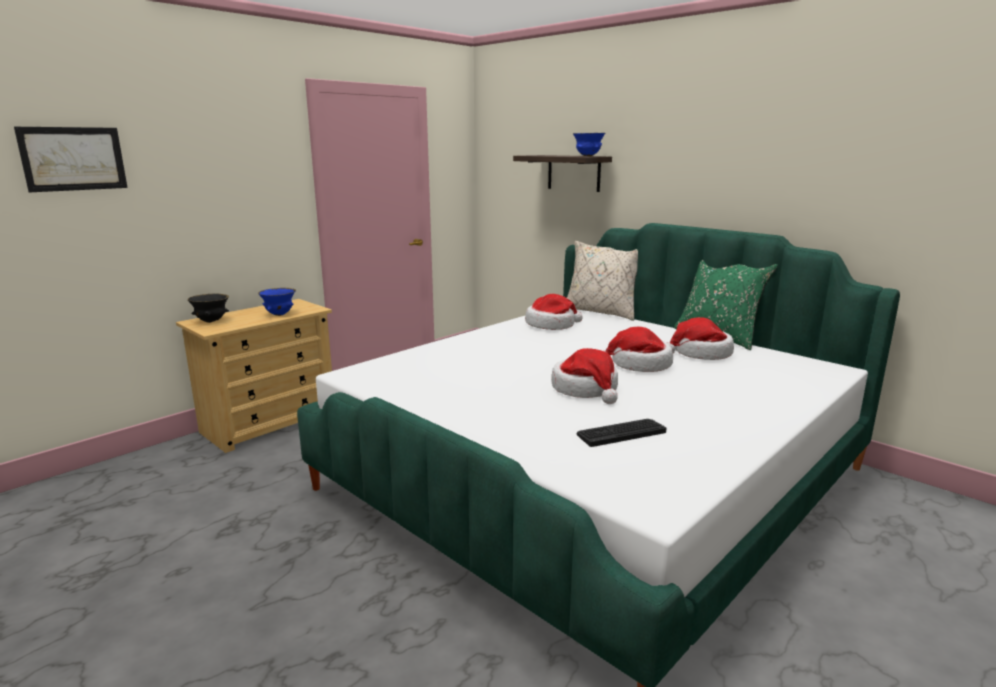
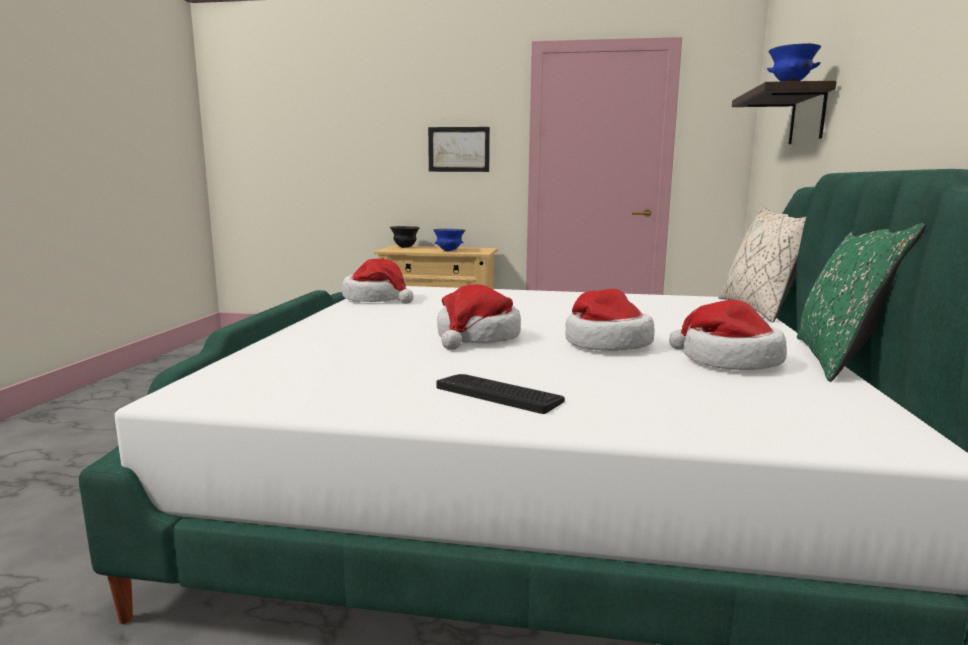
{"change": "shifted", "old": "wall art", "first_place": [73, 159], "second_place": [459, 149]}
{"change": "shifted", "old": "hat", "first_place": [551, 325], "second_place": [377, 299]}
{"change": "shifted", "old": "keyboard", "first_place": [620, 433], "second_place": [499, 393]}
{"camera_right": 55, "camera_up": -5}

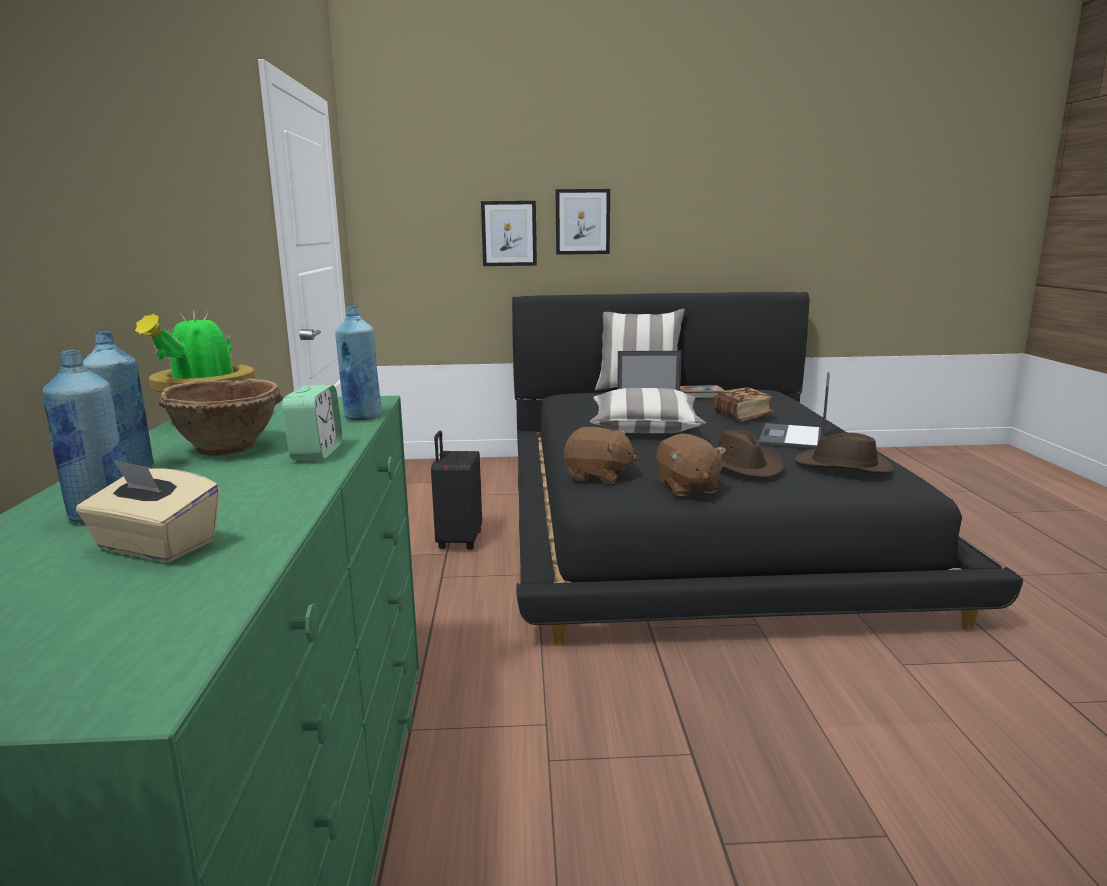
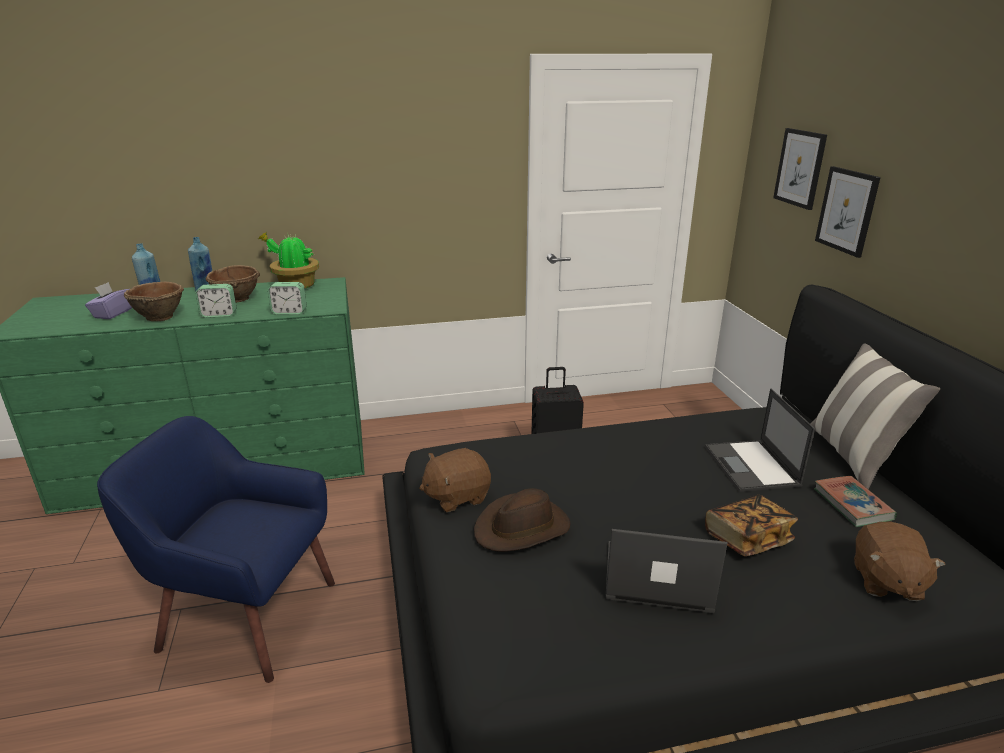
{"change": "shifted", "old": "wall art", "first_place": [582, 222], "second_place": [800, 168]}
{"change": "swapped", "old": "blue bottle", "new": "bedside clock", "first_place": [362, 417], "second_place": [289, 312]}
{"change": "gone", "old": "throw pillow", "first_place": [645, 429]}
{"change": "shifted", "old": "brown cuddly toy", "first_place": [598, 476], "second_place": [885, 581]}
{"change": "gone", "old": "brown hat", "first_place": [843, 467]}
{"change": "repainted", "old": "beige-coloured tissue holder", "new": "purplish tissue holder", "first_place": [155, 546], "second_place": [112, 313]}
{"change": "new", "new": "brown bowl", "second_place": [159, 317]}
{"change": "new", "new": "blue lounge chair", "second_place": [246, 616]}
{"camera_right": 80, "camera_up": 10}

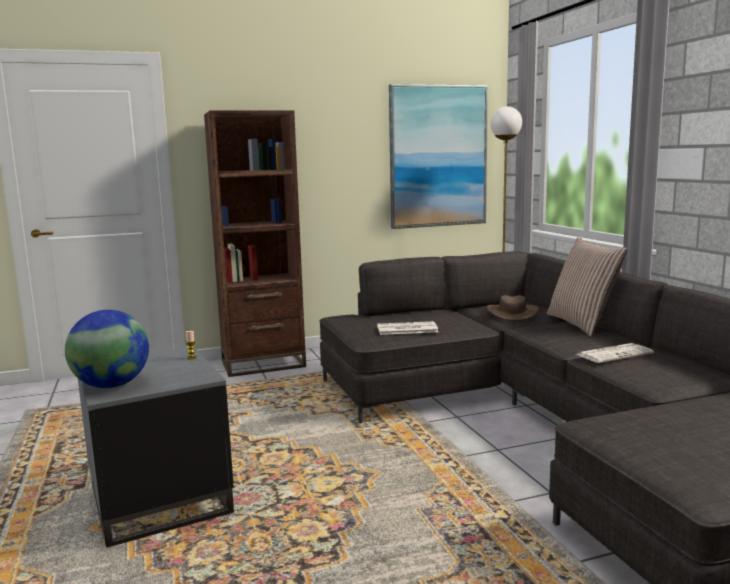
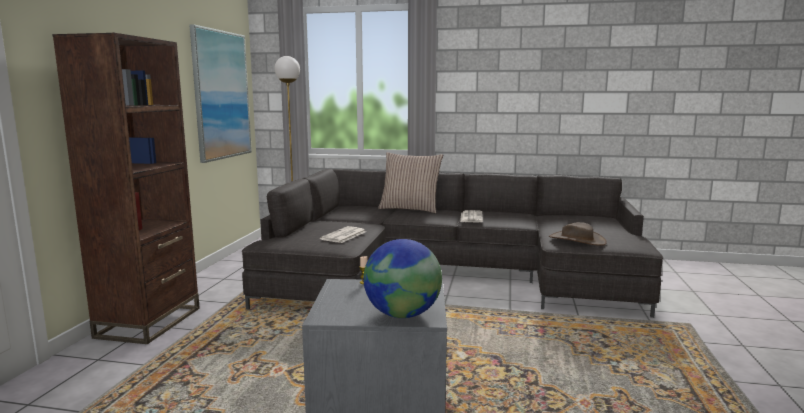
{"change": "shifted", "old": "brown hat", "first_place": [512, 313], "second_place": [577, 240]}
{"camera_right": -60, "camera_up": 0}

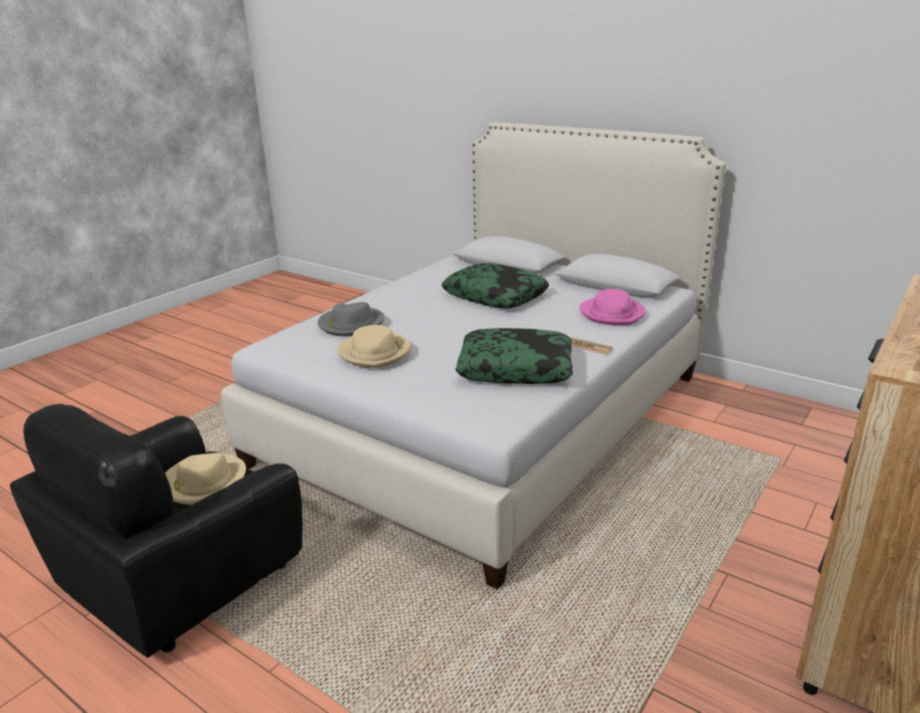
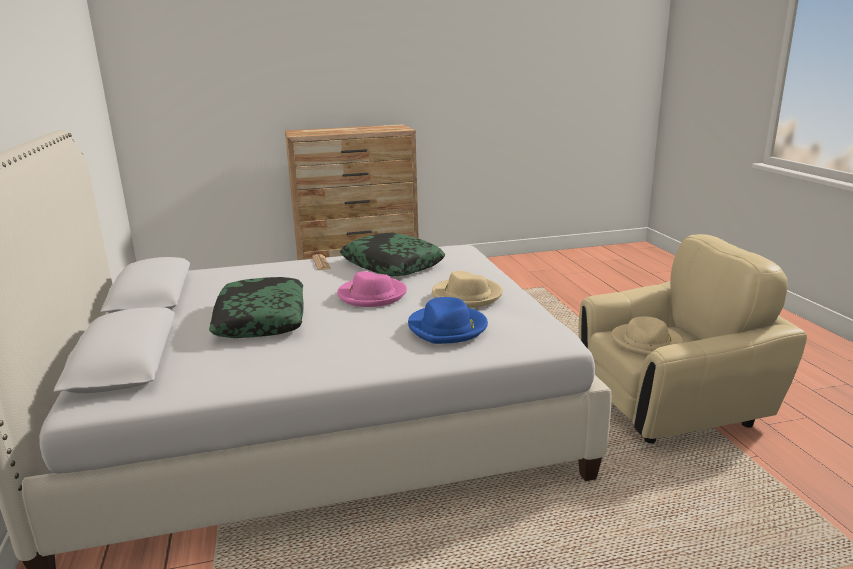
{"change": "shifted", "old": "pinkish hat", "first_place": [612, 314], "second_place": [372, 295]}
{"change": "repainted", "old": "gray hat", "new": "blue hat", "first_place": [351, 324], "second_place": [448, 328]}
{"change": "repainted", "old": "black lounge chair", "new": "beige-coloured lounge chair", "first_place": [182, 579], "second_place": [671, 404]}
{"camera_right": -140, "camera_up": -5}

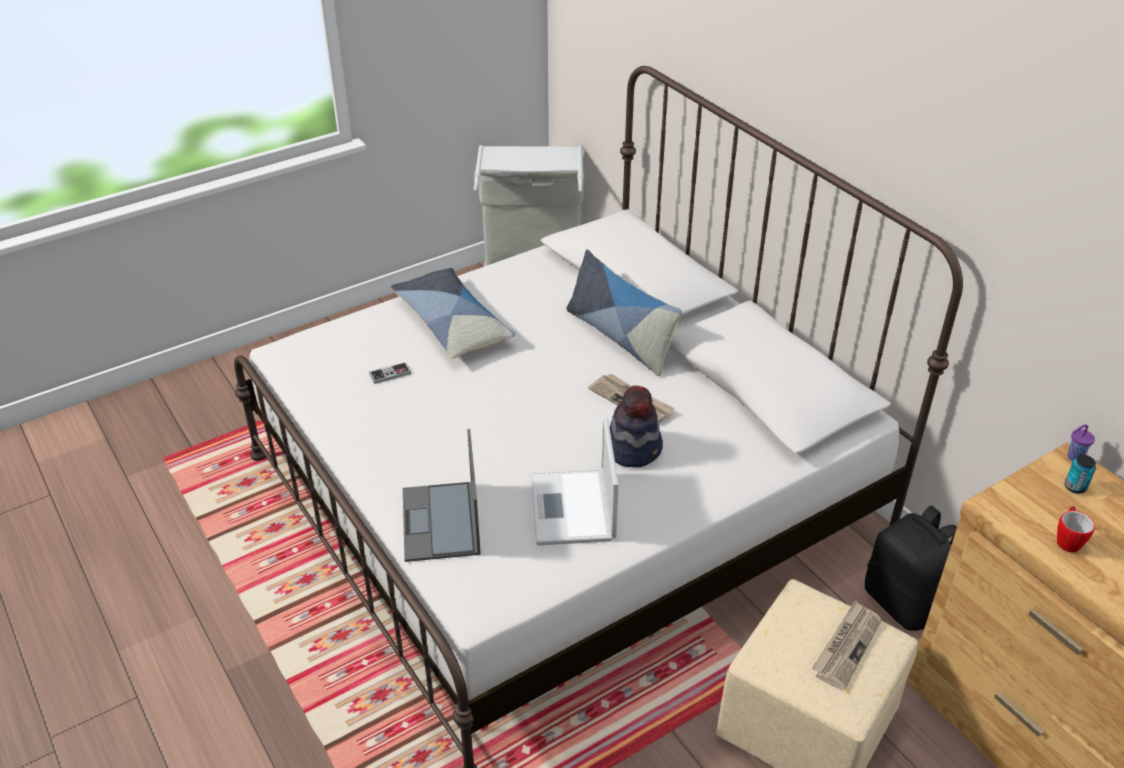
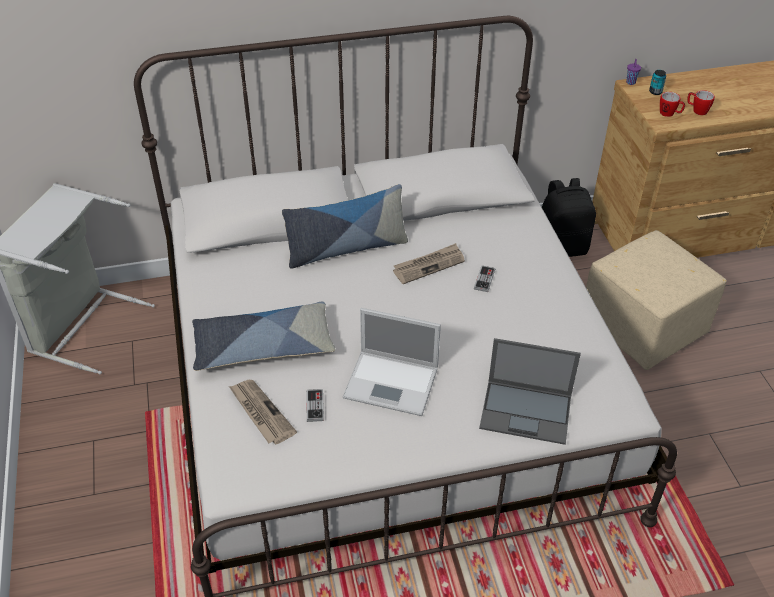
{"change": "swapped", "old": "hat", "new": "game controller", "first_place": [634, 448], "second_place": [484, 279]}
{"change": "shifted", "old": "portable computer", "first_place": [573, 509], "second_place": [393, 383]}
{"change": "shifted", "old": "daily paper", "first_place": [846, 646], "second_place": [261, 413]}
{"change": "new", "new": "mug", "second_place": [669, 114]}
{"camera_right": -70, "camera_up": 5}

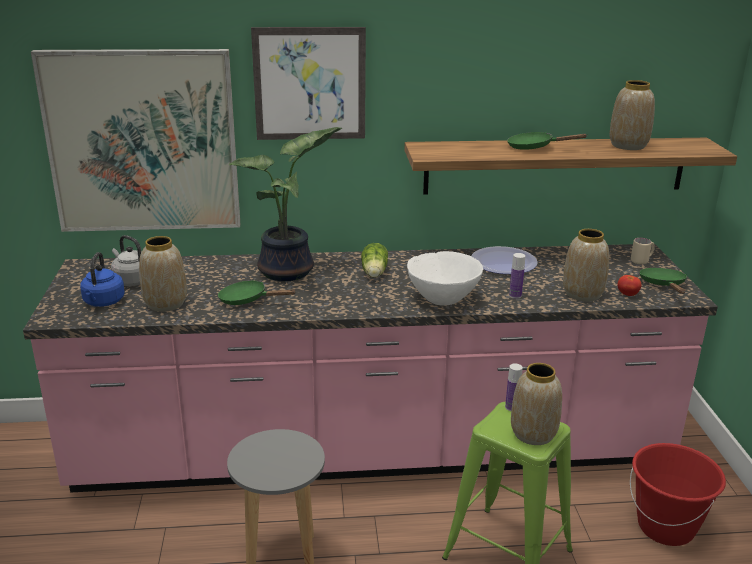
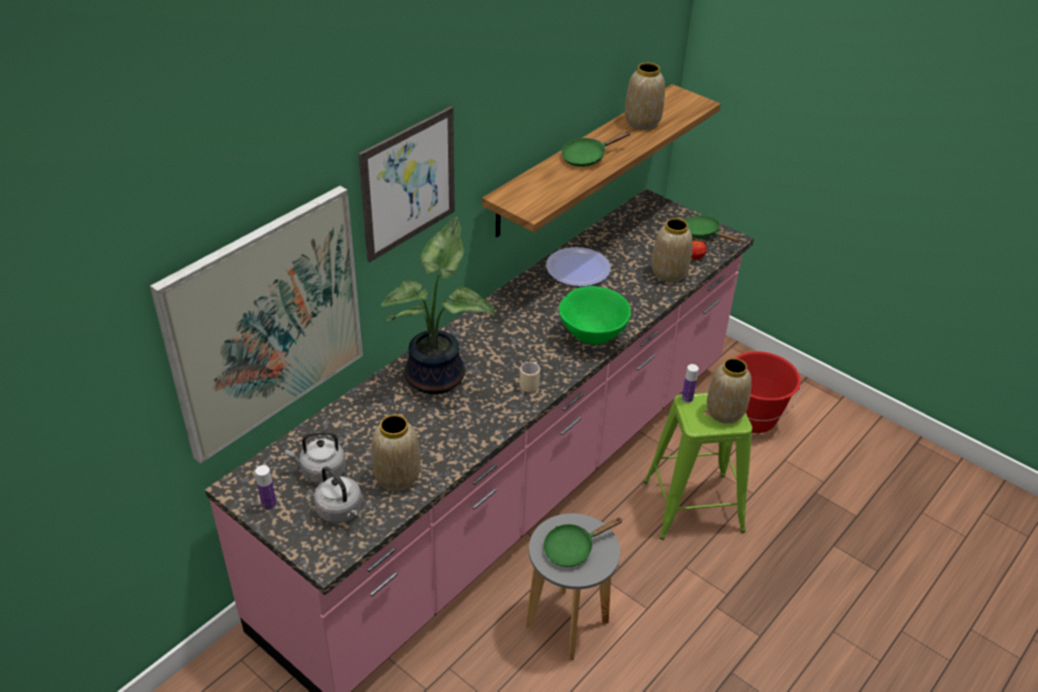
{"change": "shifted", "old": "beige-coloured mug", "first_place": [642, 261], "second_place": [530, 384]}
{"change": "gone", "old": "lettuce", "first_place": [374, 273]}
{"change": "repainted", "old": "whitish bowl", "new": "greenish bowl", "first_place": [443, 299], "second_place": [592, 335]}
{"change": "repainted", "old": "blue water kettle", "new": "gray water kettle", "first_place": [103, 302], "second_place": [341, 511]}
{"change": "shifted", "old": "bottle", "first_place": [515, 295], "second_place": [269, 505]}
{"change": "shifted", "old": "greenish skillet", "first_place": [248, 300], "second_place": [573, 548]}
{"camera_right": -45, "camera_up": 15}

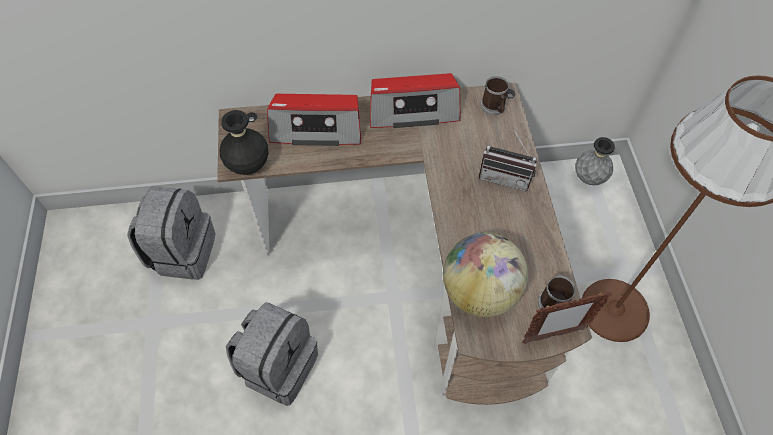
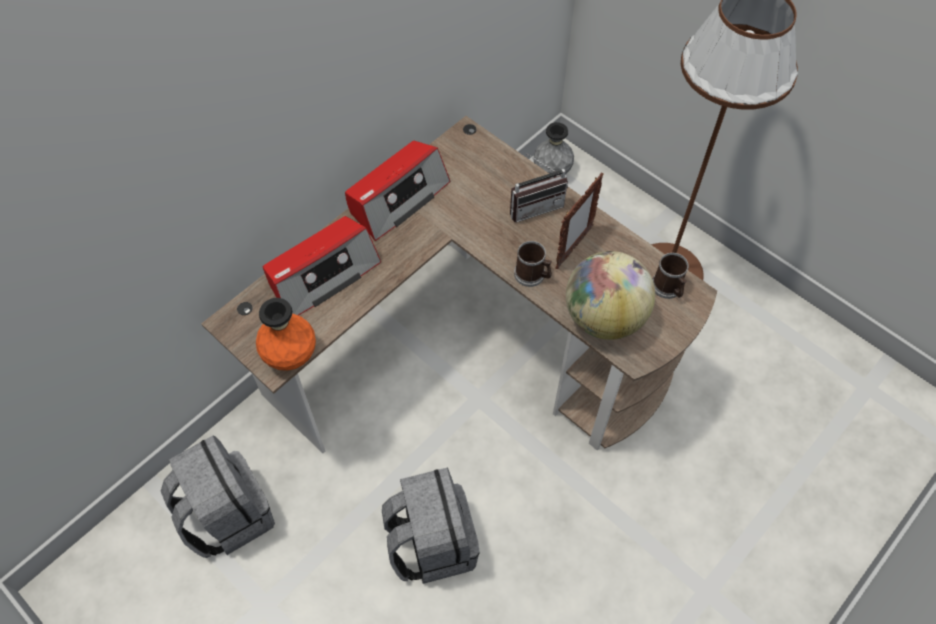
{"change": "shifted", "old": "mug", "first_place": [494, 107], "second_place": [532, 275]}
{"change": "repainted", "old": "black vase", "new": "orange-coloured vase", "first_place": [248, 166], "second_place": [291, 356]}
{"change": "shifted", "old": "photo frame", "first_place": [553, 335], "second_place": [573, 248]}
{"camera_right": -40, "camera_up": 0}

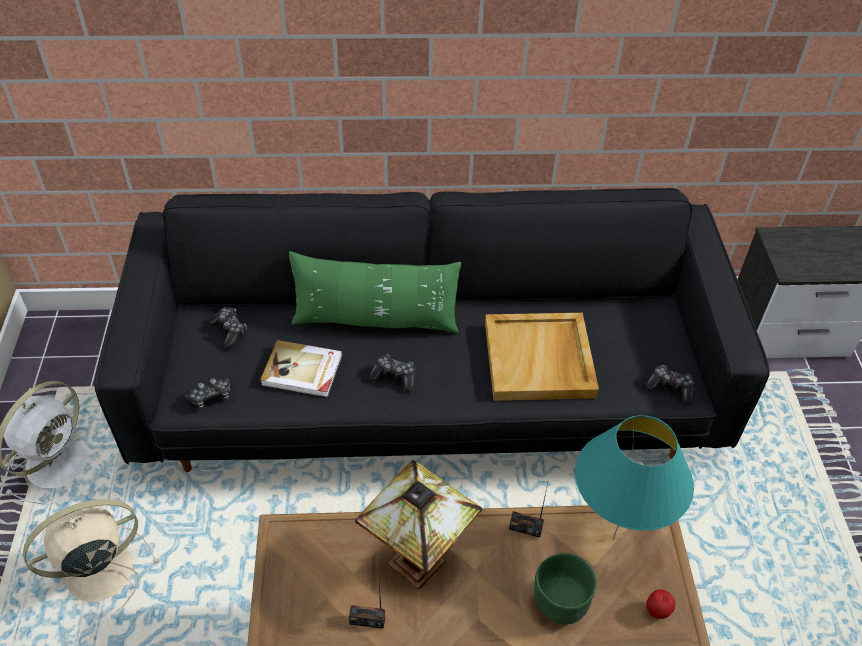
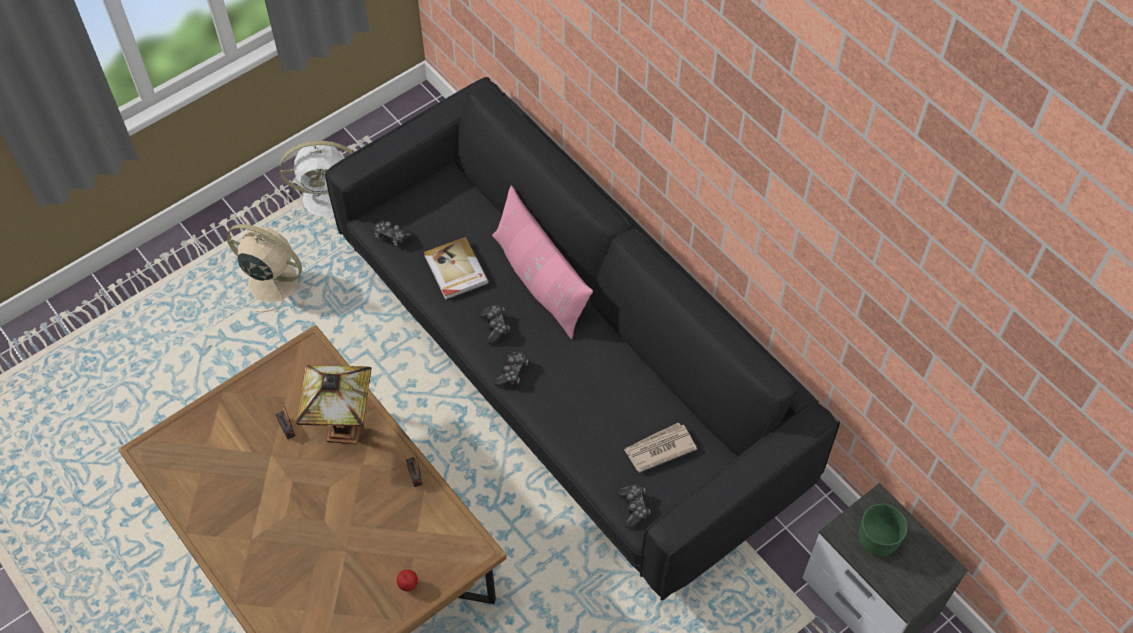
{"change": "repainted", "old": "greenish throw pillow", "new": "pinkish throw pillow", "first_place": [375, 320], "second_place": [540, 281]}
{"change": "shifted", "old": "game controller", "first_place": [230, 331], "second_place": [512, 372]}
{"change": "gone", "old": "beige-coloured carrying tray", "first_place": [540, 360]}
{"change": "gone", "old": "turquoise-coloured table lamp", "first_place": [613, 539]}
{"change": "shifted", "old": "greenish bowl", "first_place": [559, 604], "second_place": [876, 540]}
{"change": "new", "new": "daily paper", "second_place": [659, 448]}
{"camera_right": 55, "camera_up": 10}

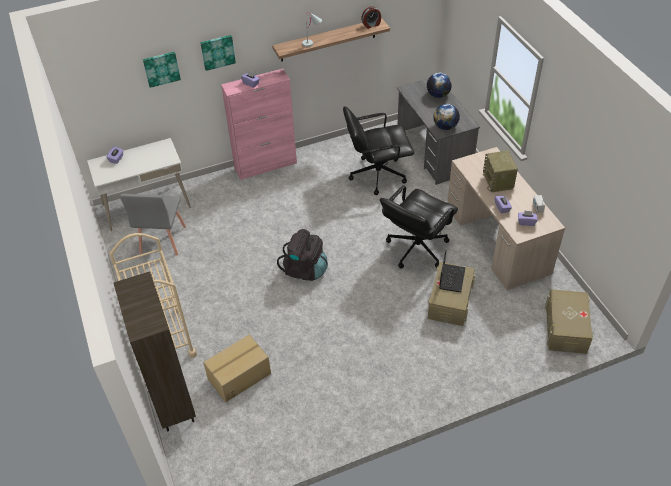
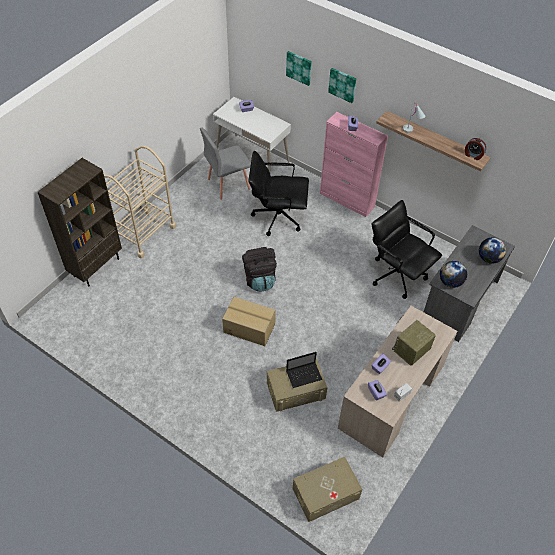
{"change": "shifted", "old": "black computer chair", "first_place": [416, 249], "second_place": [277, 217]}
{"change": "shifted", "old": "carton", "first_place": [238, 376], "second_place": [249, 327]}
{"camera_right": 55, "camera_up": 5}

